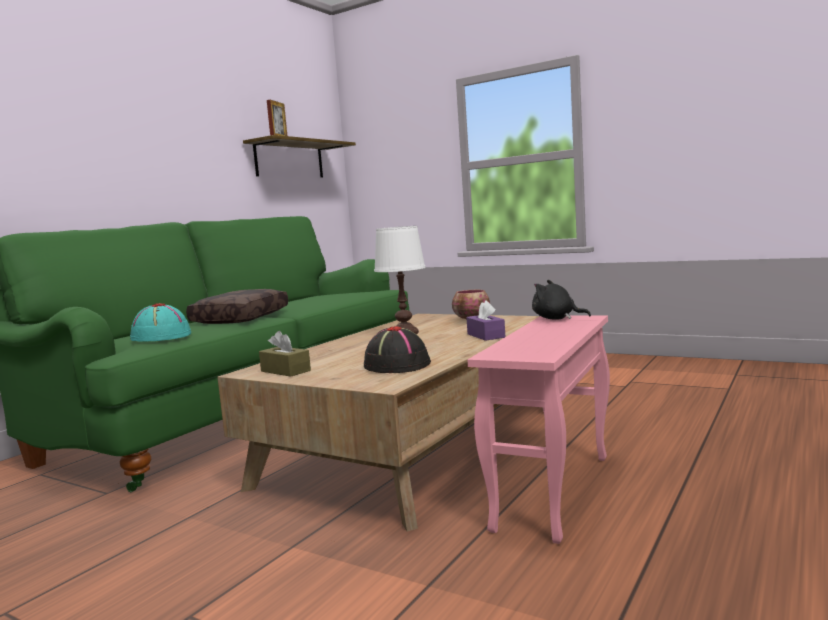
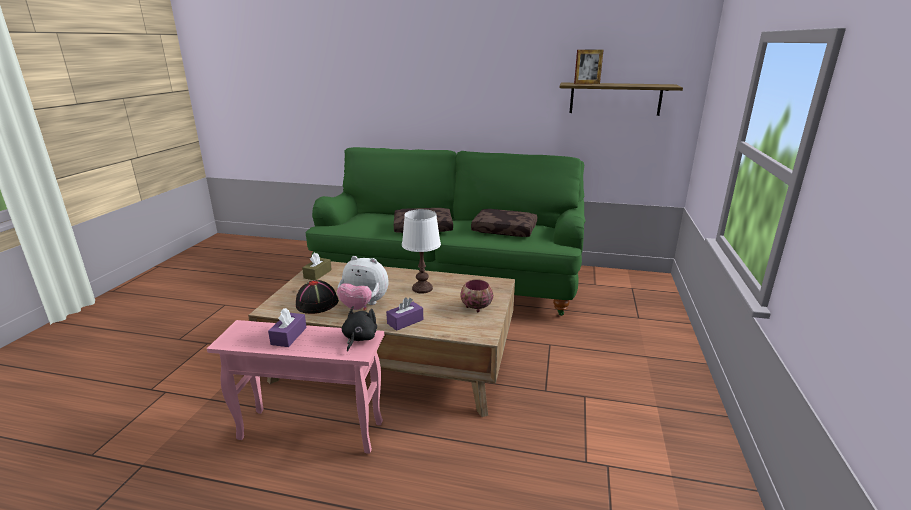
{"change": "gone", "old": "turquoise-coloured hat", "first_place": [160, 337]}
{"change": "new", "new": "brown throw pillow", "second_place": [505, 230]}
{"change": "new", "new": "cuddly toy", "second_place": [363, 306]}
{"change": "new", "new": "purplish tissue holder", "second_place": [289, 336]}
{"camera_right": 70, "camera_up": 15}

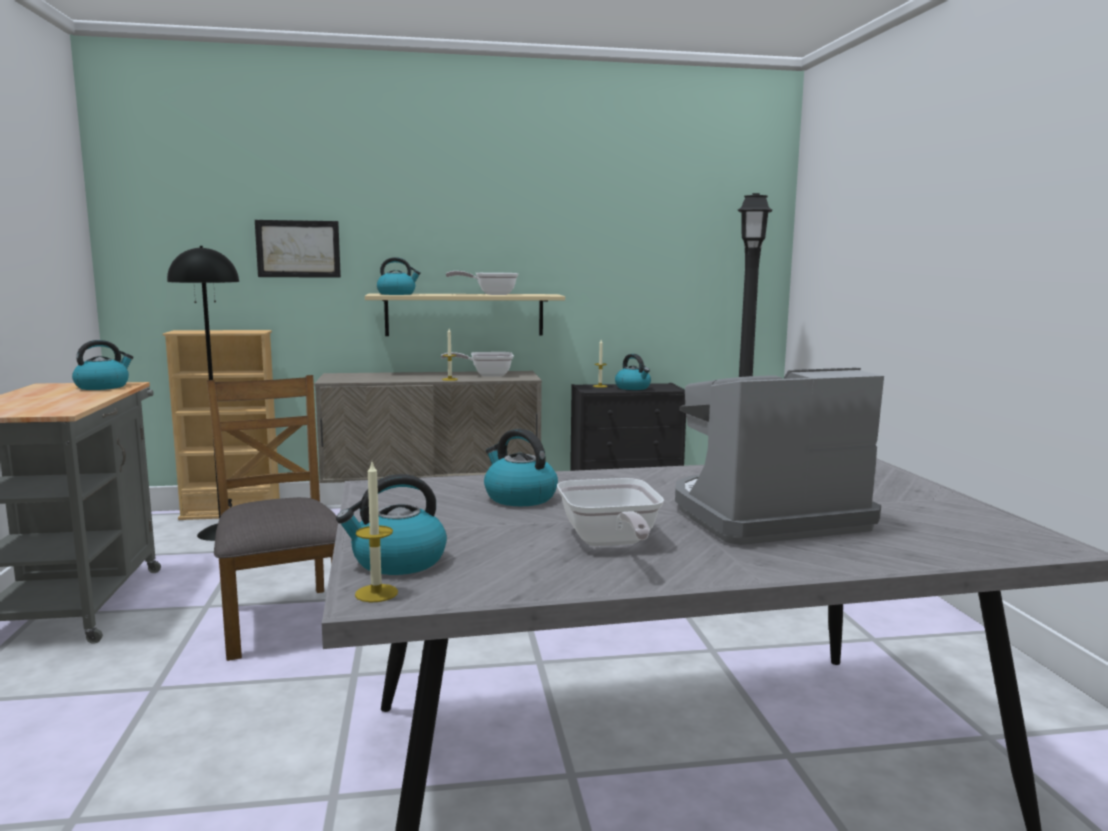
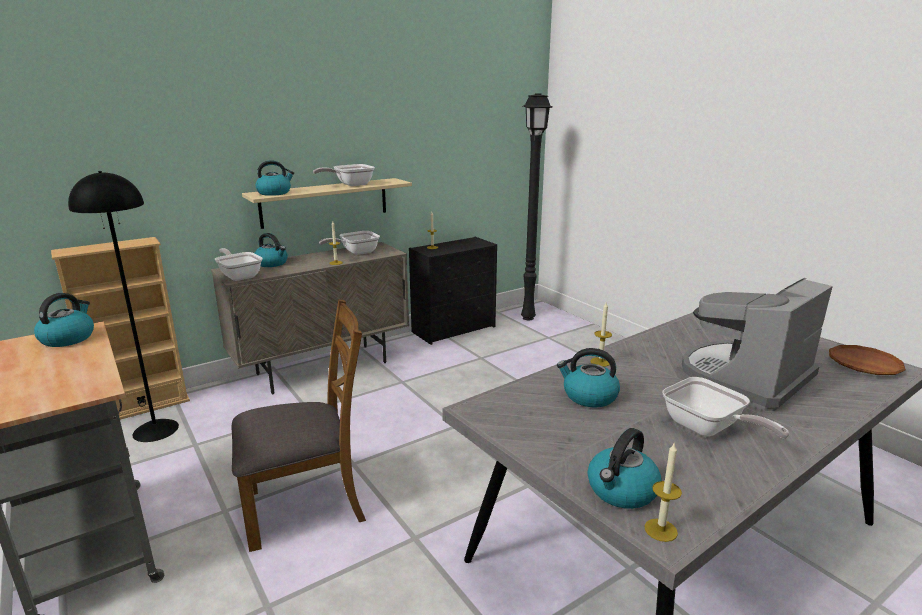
{"change": "gone", "old": "wall art", "first_place": [298, 249]}
{"change": "shifted", "old": "water kettle", "first_place": [633, 388], "second_place": [272, 263]}
{"change": "rotated", "old": "brown upright chair", "first_place": [281, 620], "second_place": [306, 505], "degrees": 120}
{"change": "new", "new": "skillet", "second_place": [239, 276]}
{"change": "new", "new": "wax light", "second_place": [600, 362]}
{"change": "new", "new": "brown flat dish", "second_place": [864, 364]}
{"camera_right": -25, "camera_up": 10}

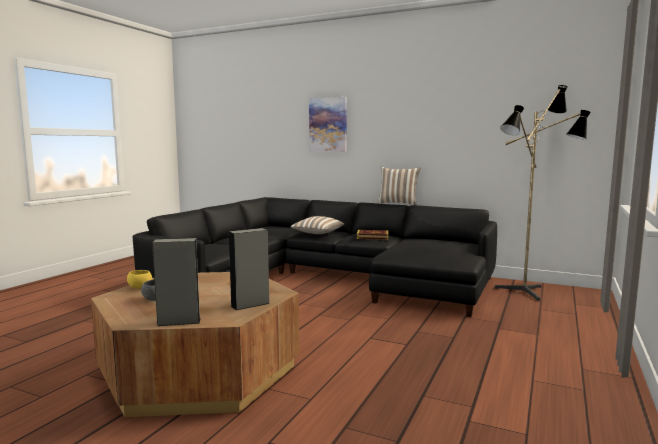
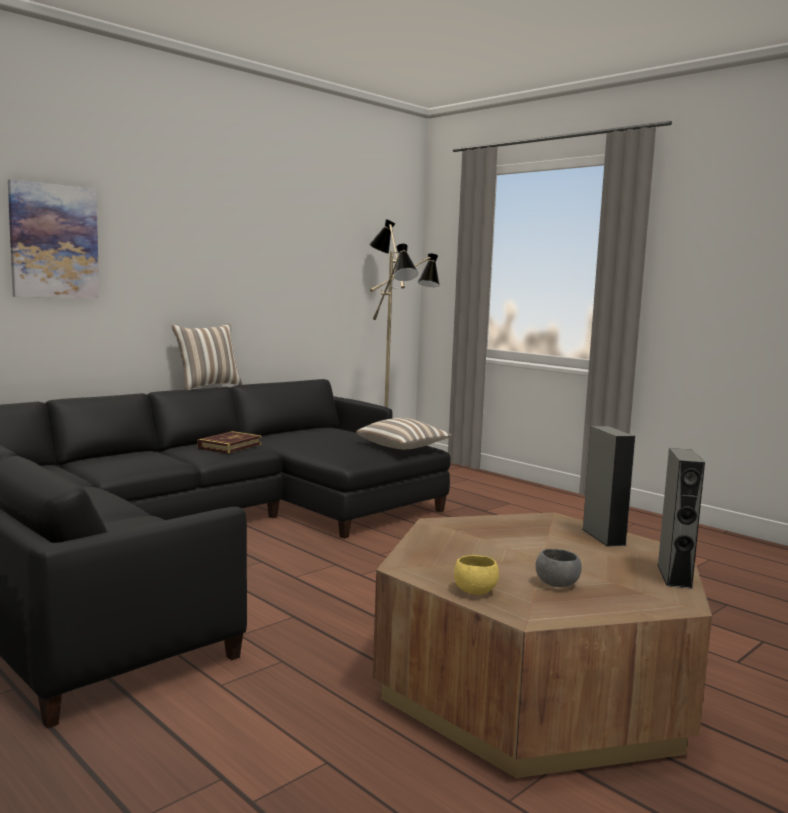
{"change": "shifted", "old": "throw pillow", "first_place": [317, 233], "second_place": [403, 448]}
{"camera_right": -70, "camera_up": 0}

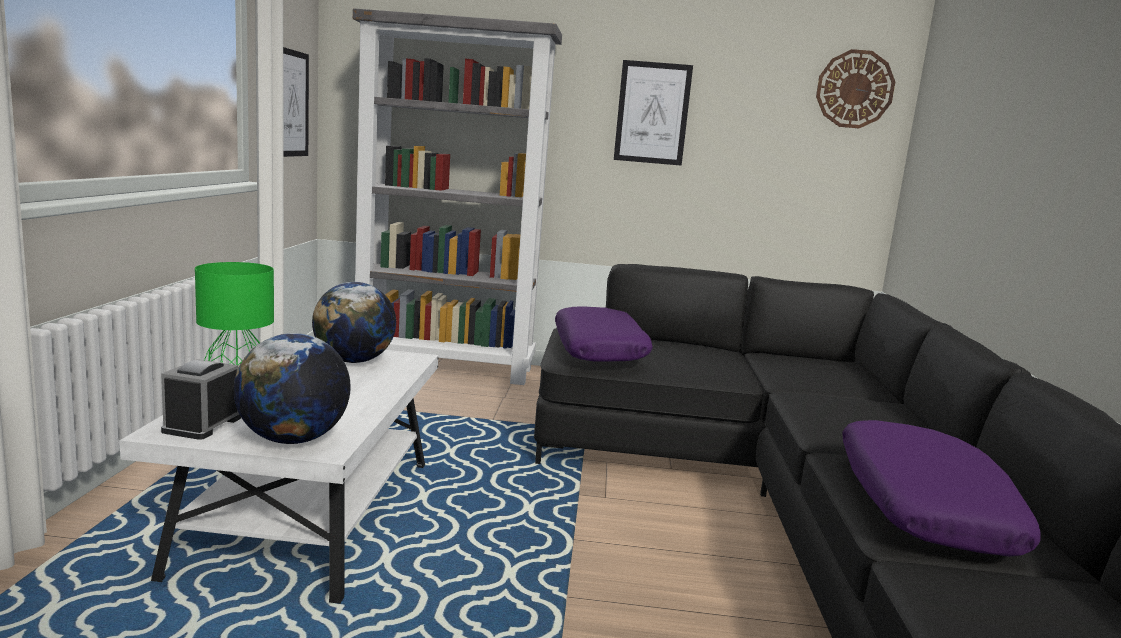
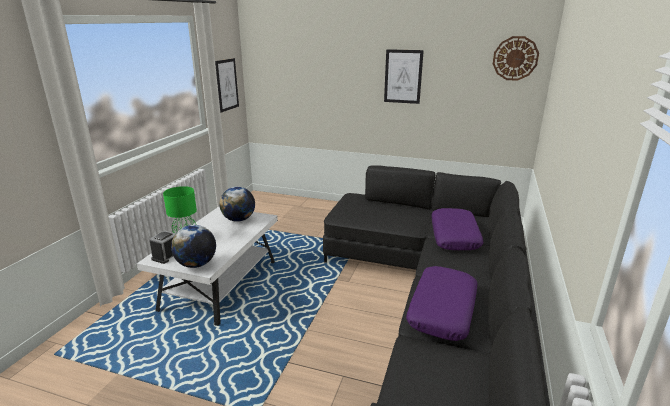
{"change": "gone", "old": "gray bookshelf", "first_place": [446, 368]}
{"change": "shifted", "old": "purplish throw pillow", "first_place": [599, 349], "second_place": [455, 236]}
{"camera_right": 15, "camera_up": 10}

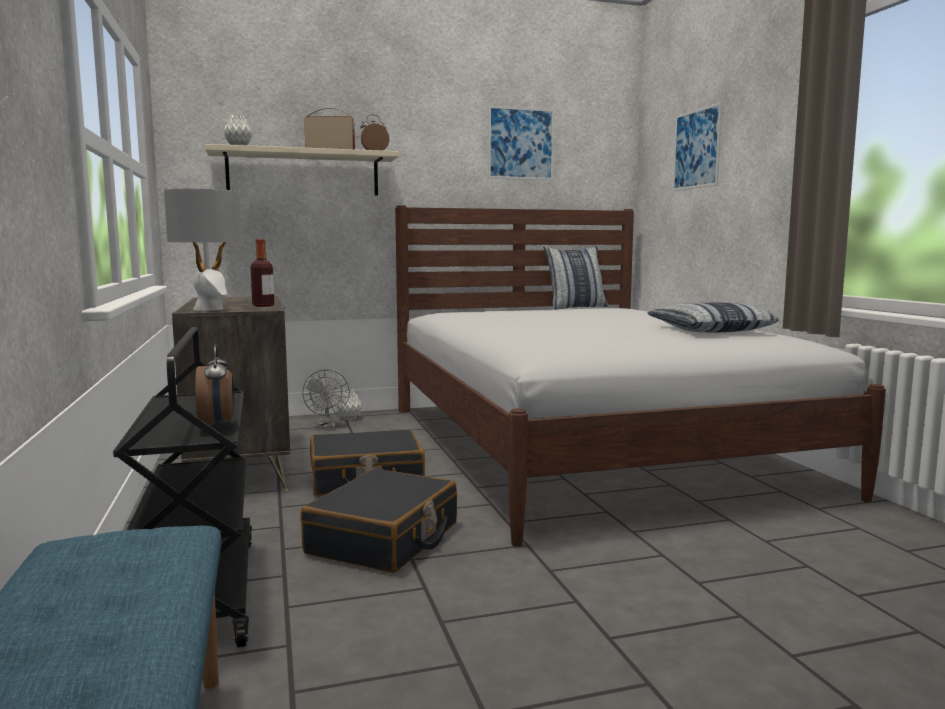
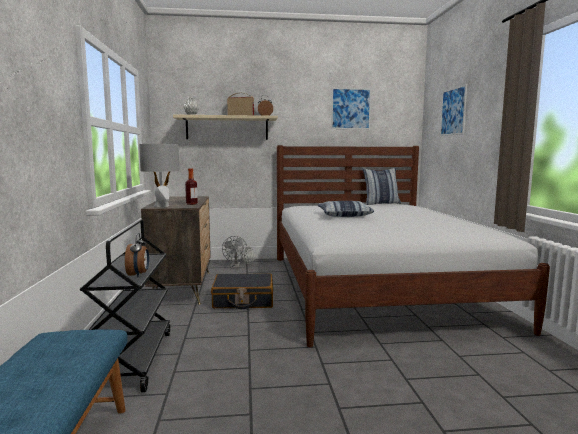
{"change": "shifted", "old": "throw pillow", "first_place": [709, 330], "second_place": [344, 215]}
{"change": "gone", "old": "black piece of luggage", "first_place": [384, 539]}
{"camera_right": 10, "camera_up": 0}

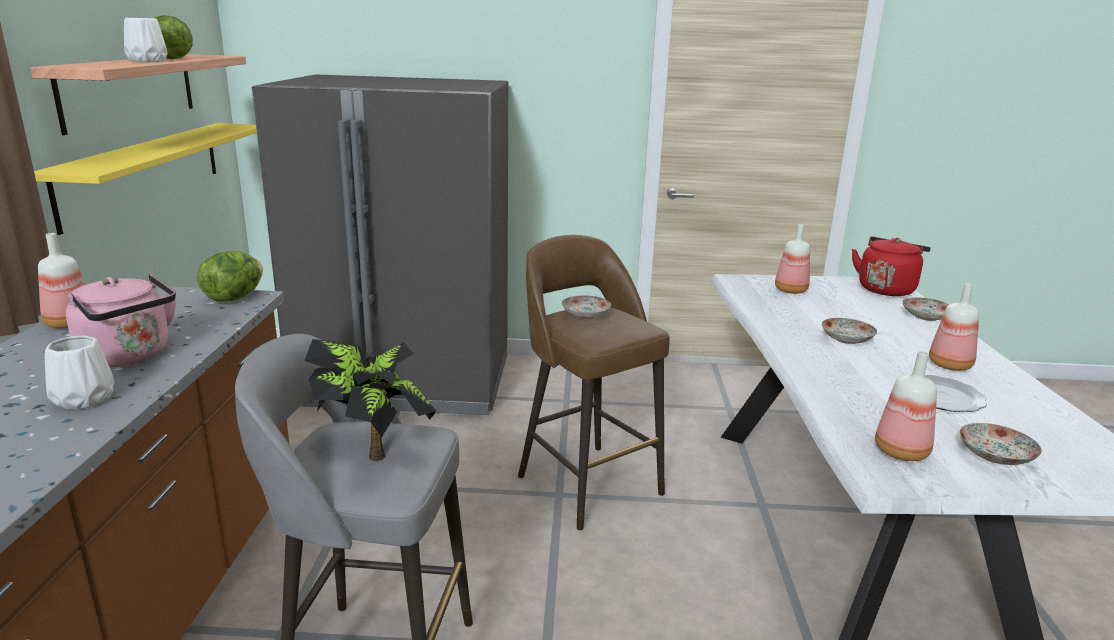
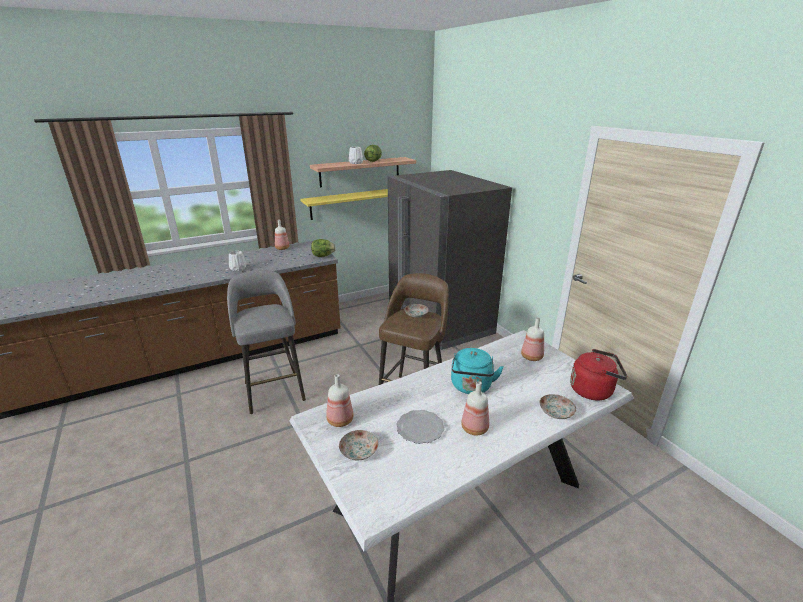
{"change": "gone", "old": "pinkish water kettle", "first_place": [129, 356]}
{"change": "swapped", "old": "flat dish", "new": "turquoise-coloured water kettle", "first_place": [847, 340], "second_place": [471, 387]}
{"change": "gone", "old": "plant in a pot", "first_place": [374, 448]}
{"camera_right": 60, "camera_up": 5}

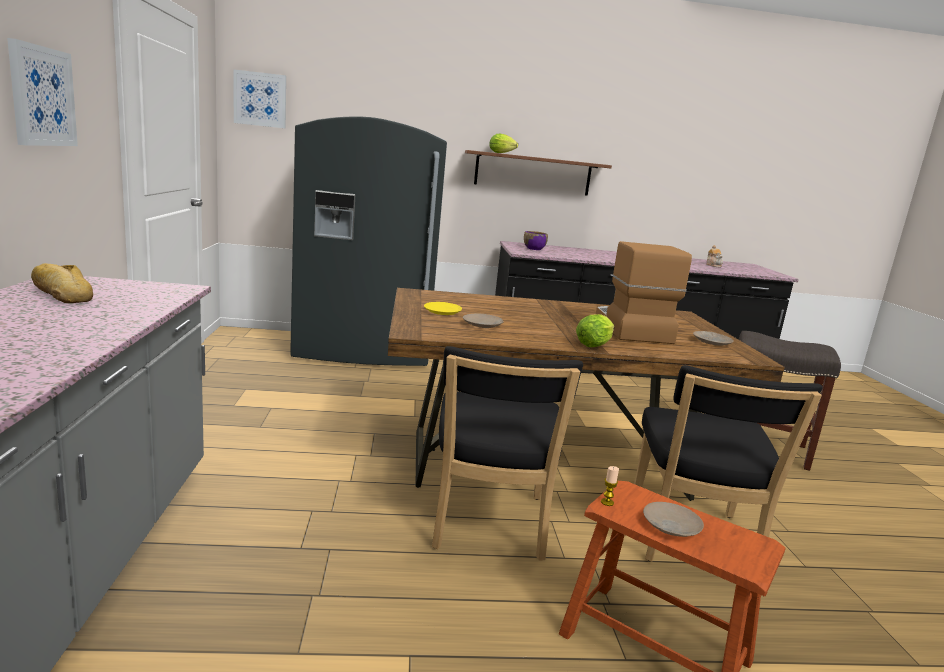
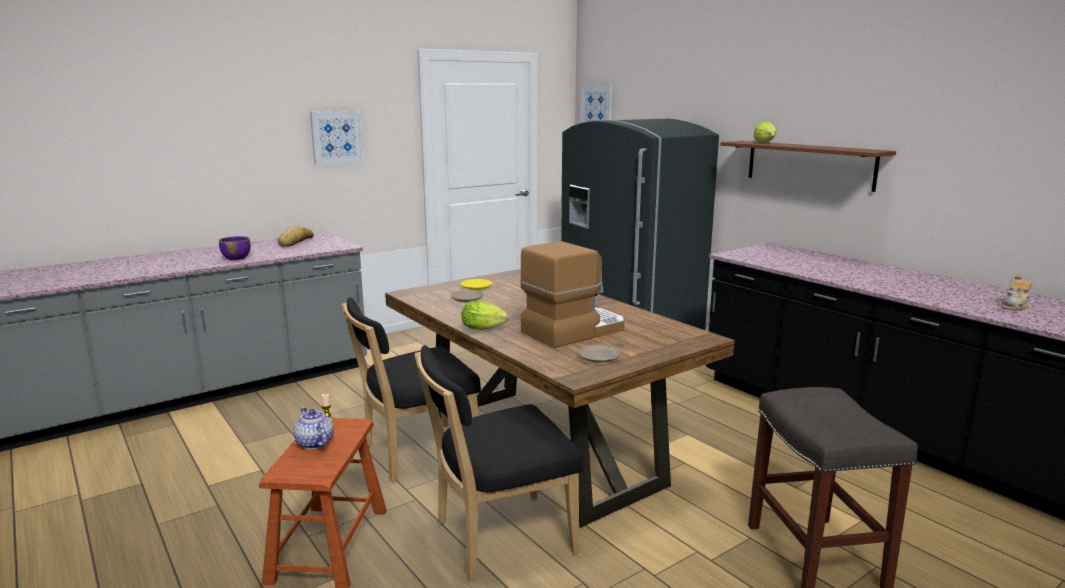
{"change": "shifted", "old": "purplish bowl", "first_place": [534, 249], "second_place": [236, 258]}
{"change": "swapped", "old": "beige-coloured flat dish", "new": "tea pot", "first_place": [671, 526], "second_place": [314, 443]}
{"camera_right": 60, "camera_up": 0}

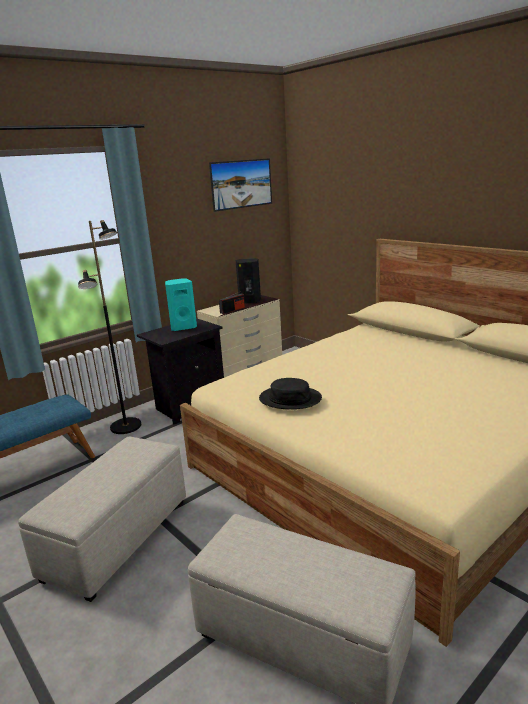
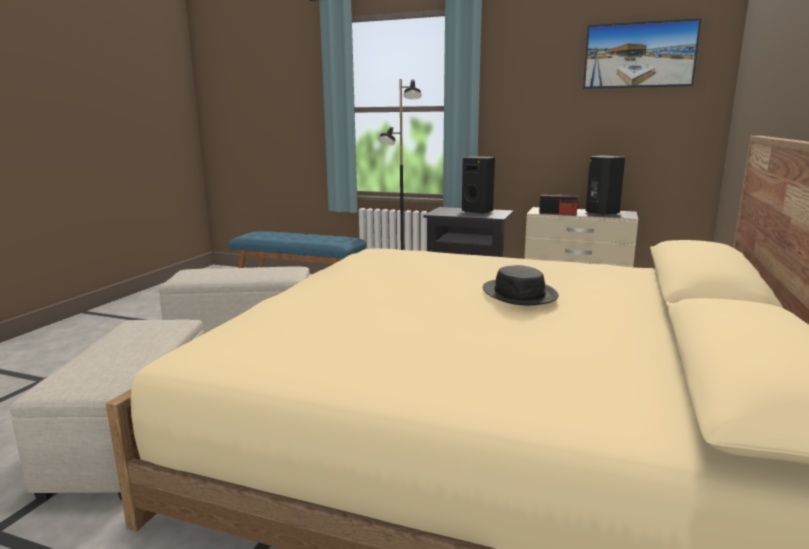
{"change": "repainted", "old": "turquoise-coloured speaker", "new": "black speaker", "first_place": [183, 327], "second_place": [478, 211]}
{"change": "shifted", "old": "black hat", "first_place": [290, 399], "second_place": [519, 293]}
{"camera_right": 60, "camera_up": -5}

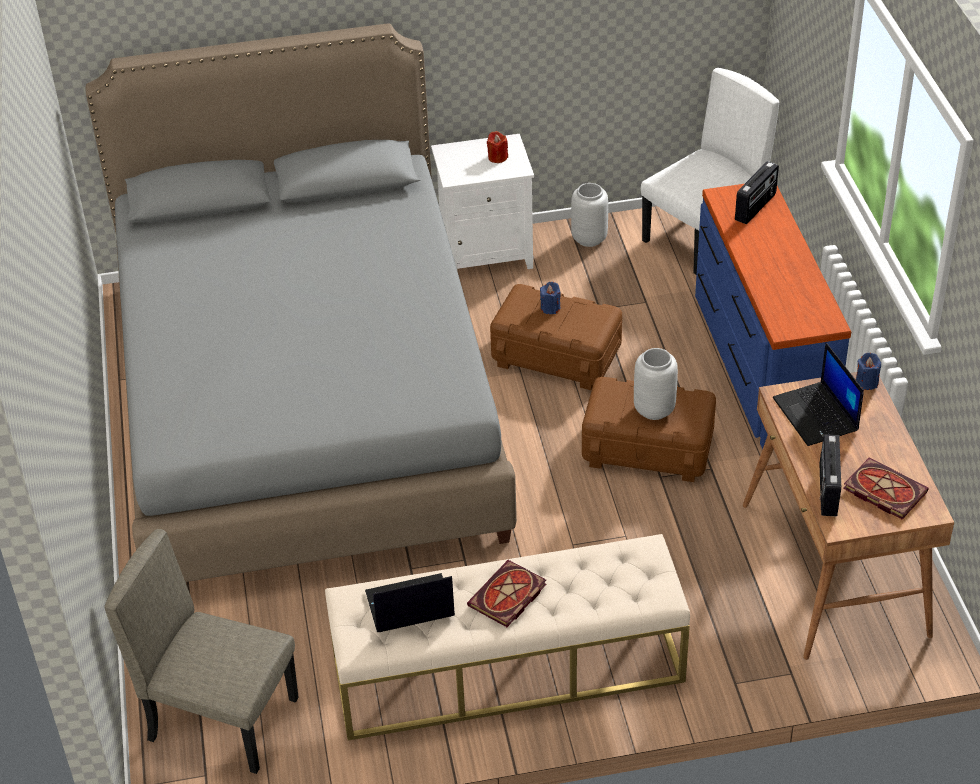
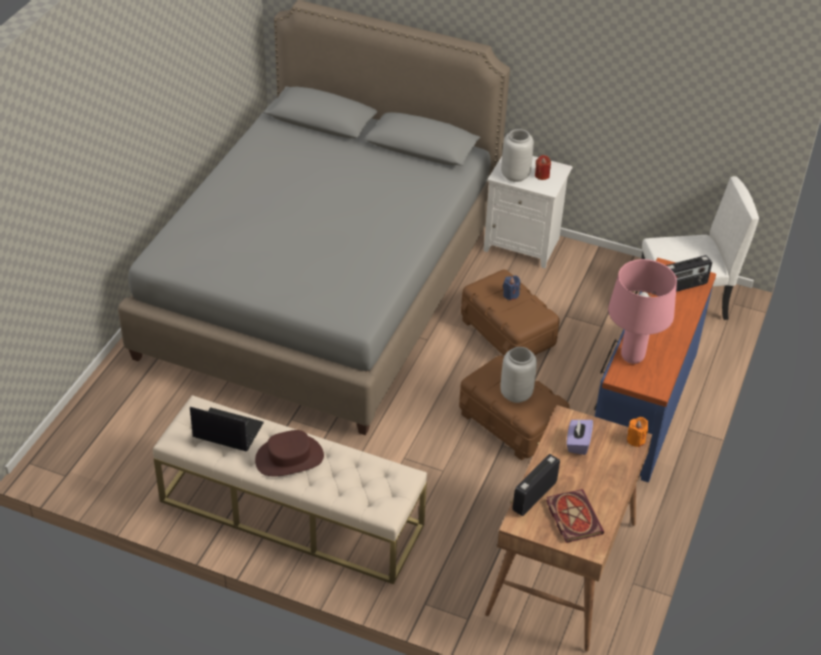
{"change": "shifted", "old": "gray vase", "first_place": [588, 239], "second_place": [514, 175]}
{"change": "swapped", "old": "portable computer", "new": "purplish tissue holder", "first_place": [817, 415], "second_place": [577, 443]}
{"change": "repainted", "old": "blue wax light", "new": "orange-coloured wax light", "first_place": [866, 382], "second_place": [636, 440]}
{"change": "gone", "old": "beige-coloured upright chair", "first_place": [223, 718]}
{"change": "swapped", "old": "book", "new": "brown hat", "first_place": [507, 597], "second_place": [289, 458]}
{"change": "new", "new": "pinkish table lamp", "second_place": [632, 357]}
{"camera_right": 30, "camera_up": 0}

